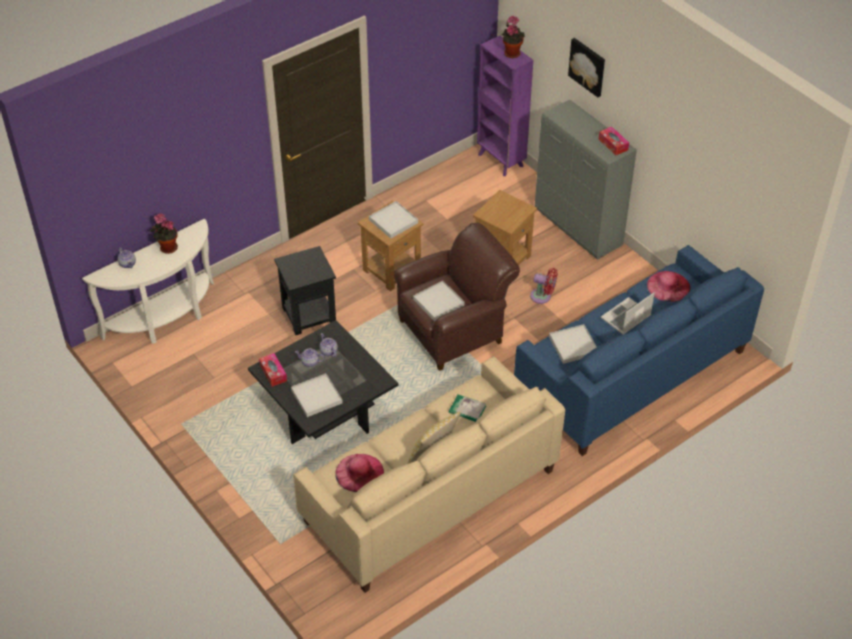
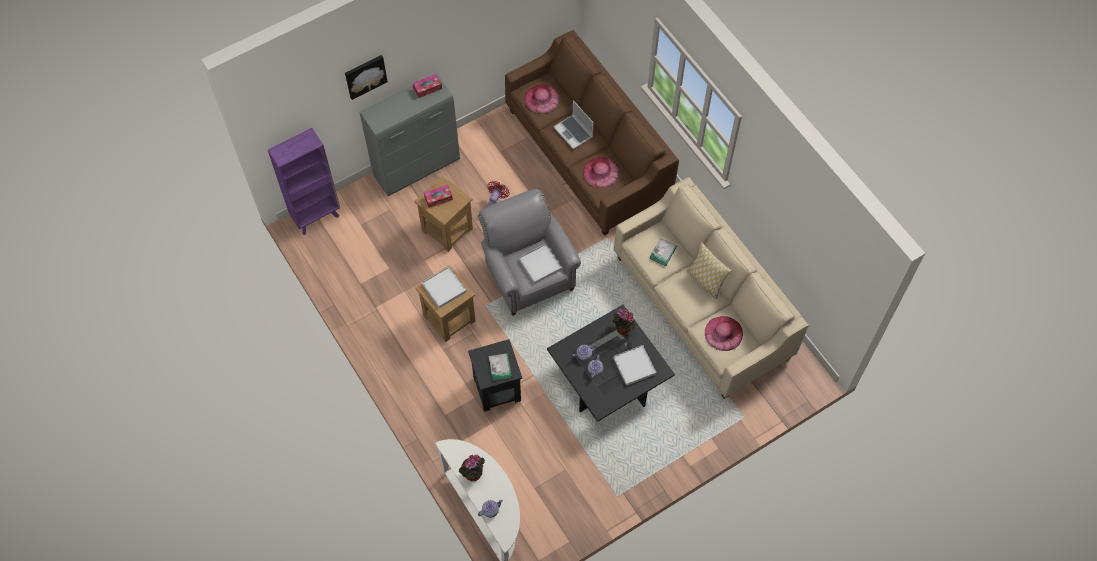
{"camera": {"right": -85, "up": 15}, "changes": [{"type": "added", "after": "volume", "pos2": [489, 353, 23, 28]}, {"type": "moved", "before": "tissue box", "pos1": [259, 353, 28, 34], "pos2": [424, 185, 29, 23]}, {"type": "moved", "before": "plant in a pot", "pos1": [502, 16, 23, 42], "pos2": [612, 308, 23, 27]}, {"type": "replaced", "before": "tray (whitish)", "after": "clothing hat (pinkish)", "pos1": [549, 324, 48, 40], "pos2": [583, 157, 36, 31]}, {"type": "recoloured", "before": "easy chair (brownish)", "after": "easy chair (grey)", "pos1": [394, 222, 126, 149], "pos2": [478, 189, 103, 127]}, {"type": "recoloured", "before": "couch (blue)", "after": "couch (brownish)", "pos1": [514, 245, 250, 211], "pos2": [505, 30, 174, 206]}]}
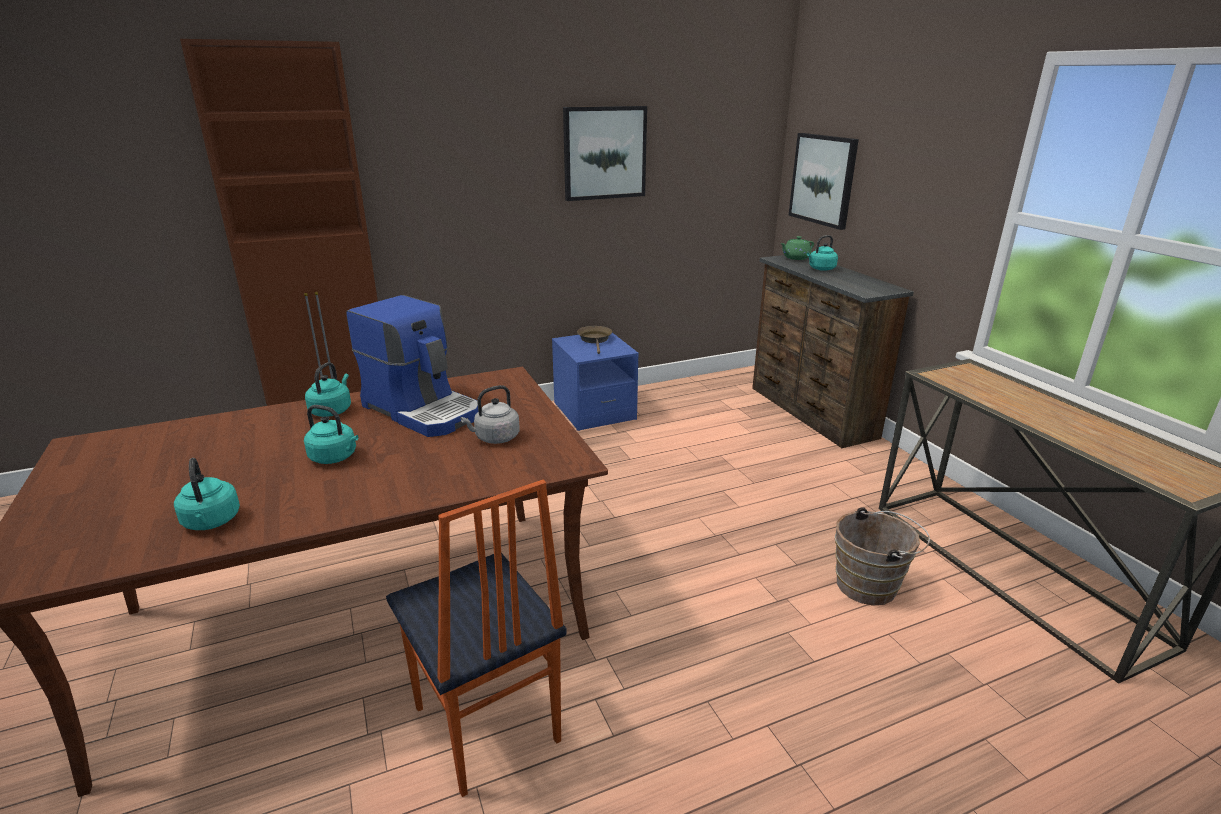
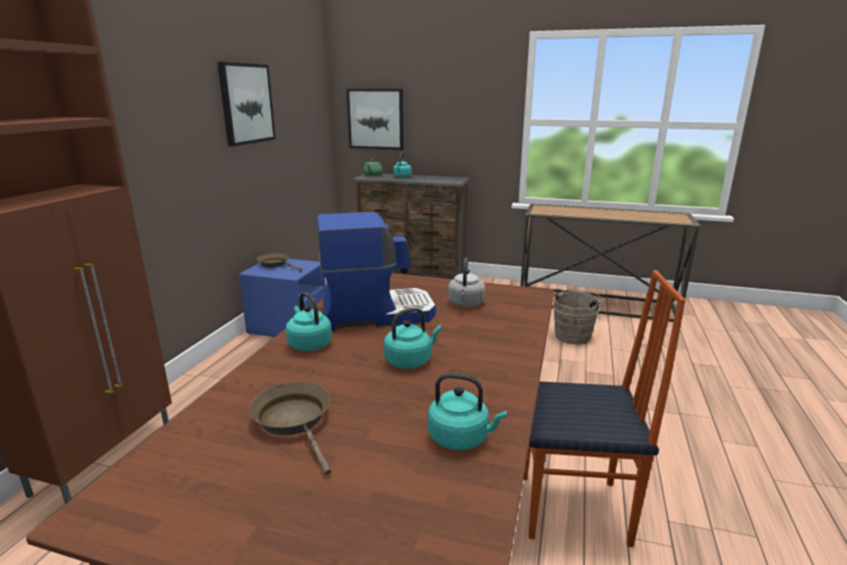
{"camera": {"right": -50, "up": -5}, "changes": [{"type": "added", "after": "skillet (brownish)", "pos2": [249, 382, 82, 93]}]}
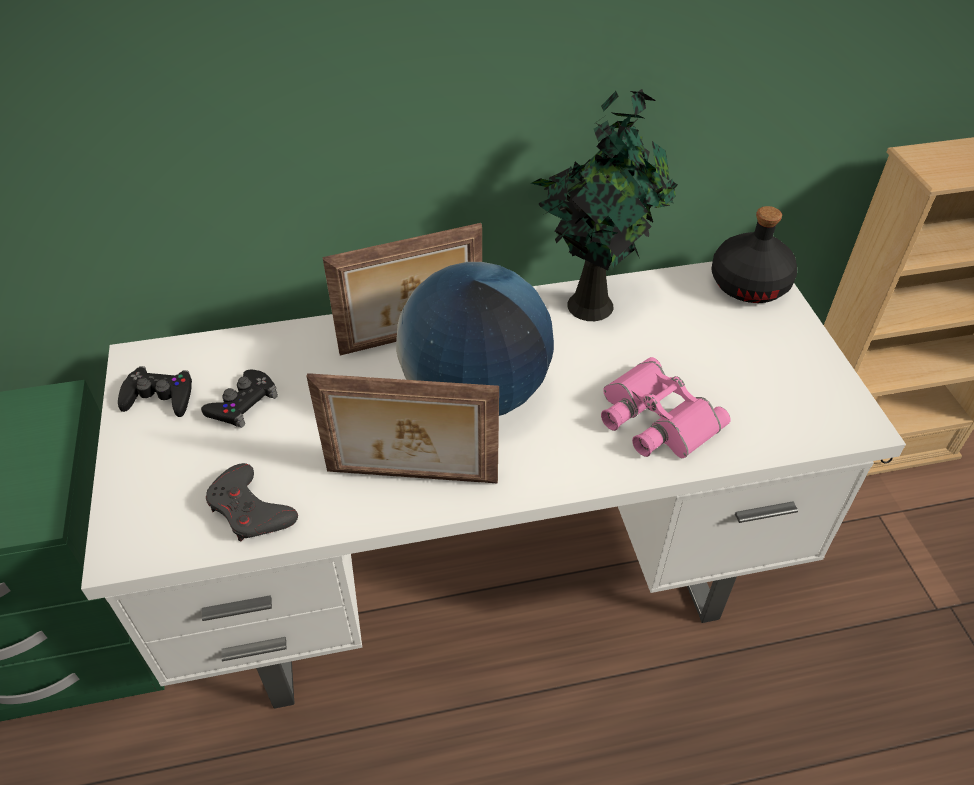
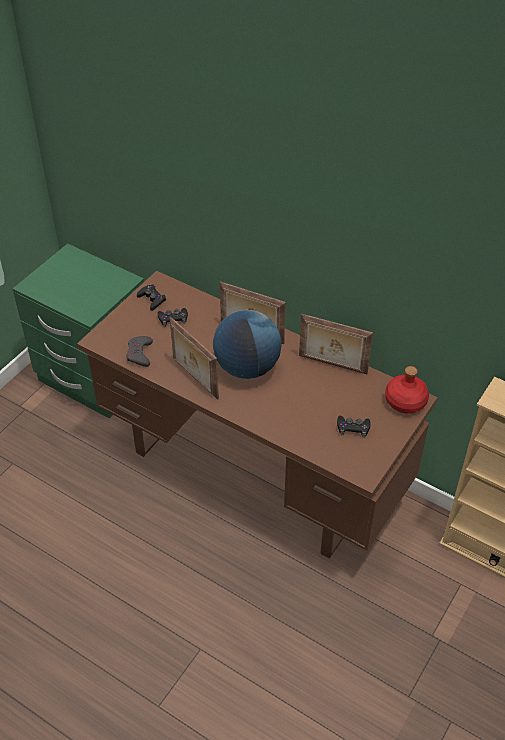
{"camera": {"right": 45, "up": 0}, "changes": [{"type": "removed", "before": "pair of binoculars (pinkish)", "pos1": [601, 357, 130, 101]}, {"type": "added", "after": "game controller (black)", "pos2": [337, 416, 34, 22]}, {"type": "replaced", "before": "plant in a pot", "after": "standing frame", "pos1": [531, 89, 147, 232], "pos2": [299, 314, 74, 60]}, {"type": "recoloured", "before": "desk unit (whitish)", "after": "desk unit (brownish)", "pos1": [81, 261, 825, 448], "pos2": [77, 271, 361, 288]}, {"type": "recoloured", "before": "beverage bottle (black)", "after": "beverage bottle (red-coloured)", "pos1": [711, 206, 86, 97], "pos2": [385, 366, 44, 48]}]}
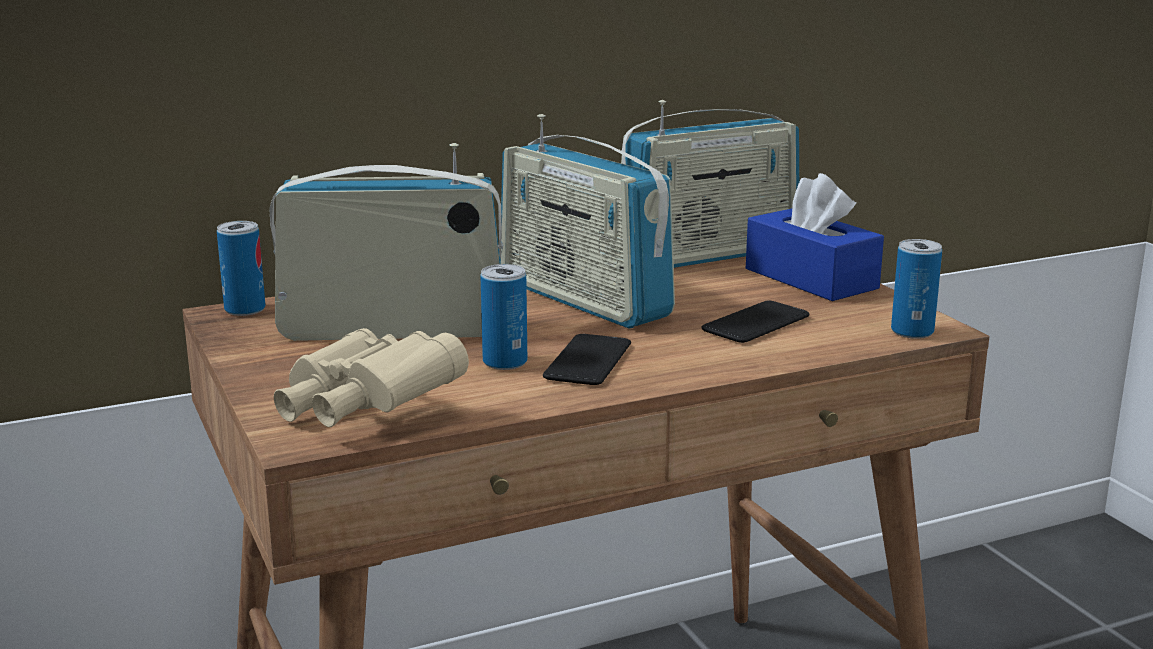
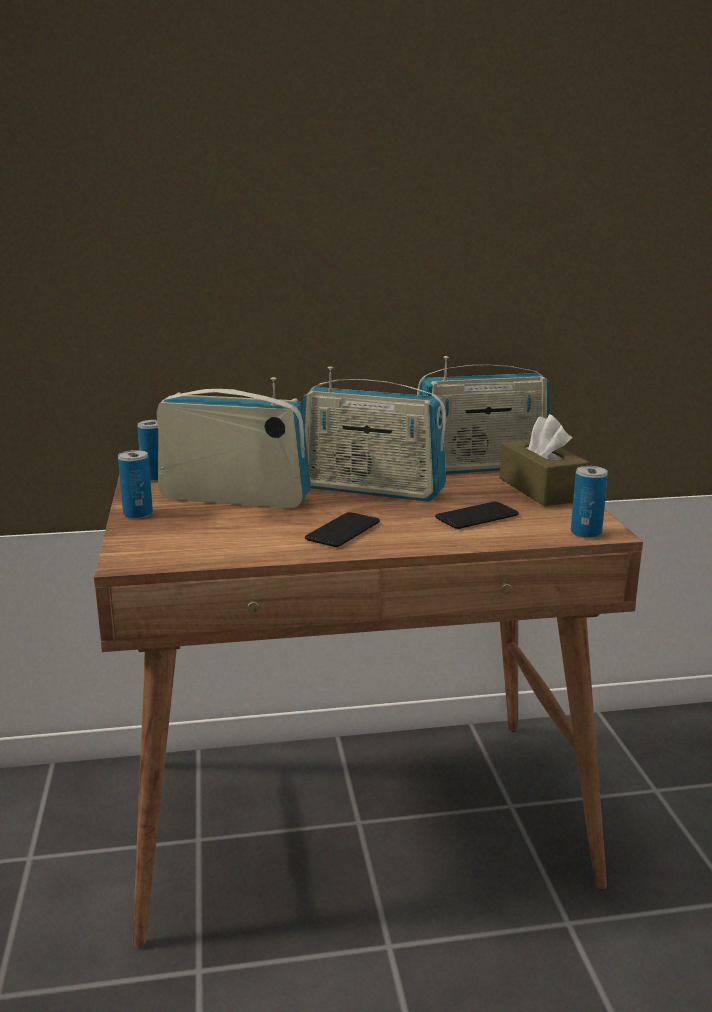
{"camera": {"right": 15, "up": 0}, "changes": [{"type": "removed", "before": "pair of binoculars (beige-coloured)", "pos1": [274, 328, 195, 99]}, {"type": "moved", "before": "metal can", "pos1": [480, 264, 47, 106], "pos2": [118, 450, 35, 69]}, {"type": "recoloured", "before": "tissue box (blue)", "after": "tissue box (brownish)", "pos1": [746, 173, 138, 128], "pos2": [500, 414, 90, 92]}, {"type": "turned", "before": "radio receiver", "pos1": [500, 114, 175, 214], "pos2": [303, 366, 143, 136], "turn": -45}]}
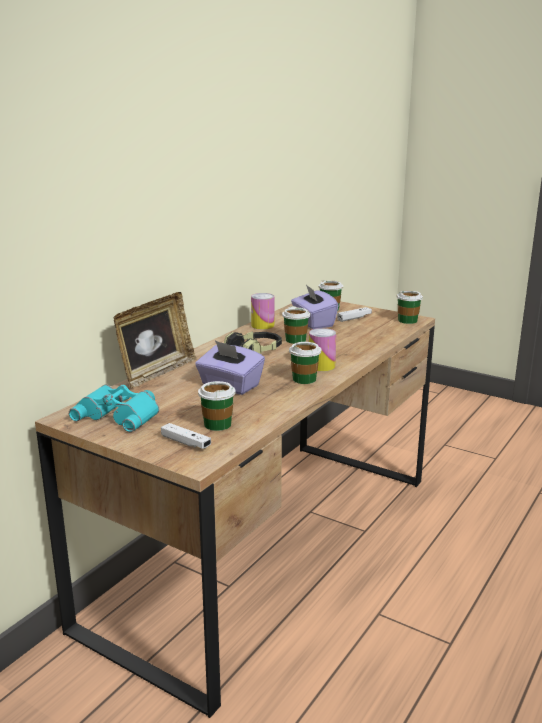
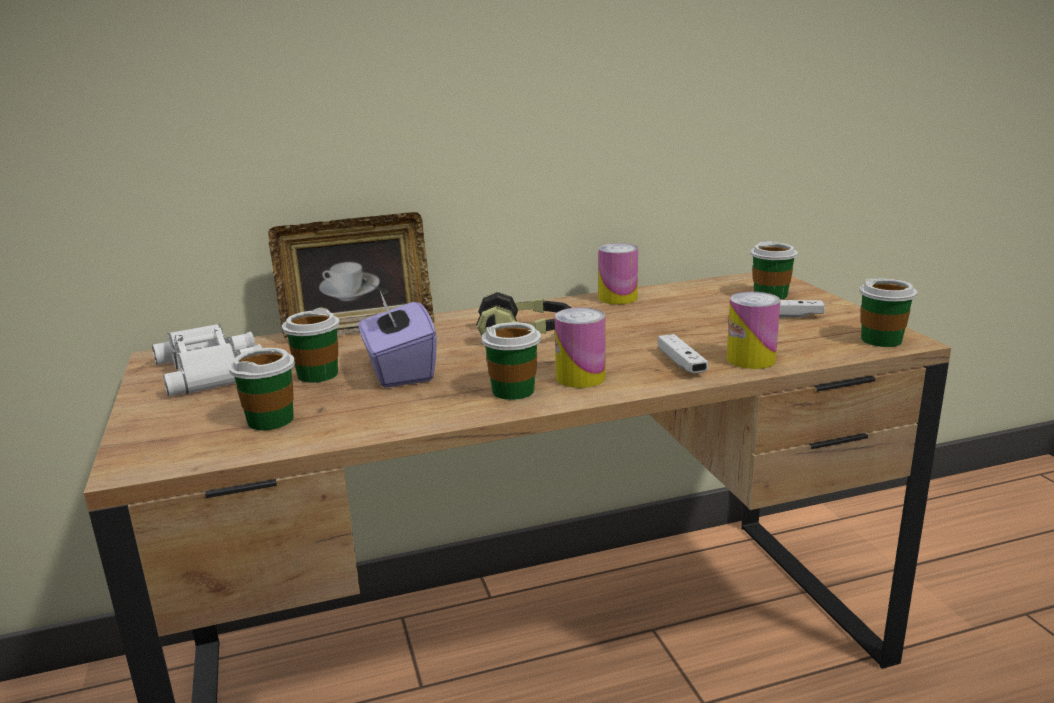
{"camera": {"right": 40, "up": 0}, "changes": [{"type": "removed", "before": "tissue box (purple-coloured)", "pos1": [291, 285, 48, 44]}, {"type": "added", "after": "metal can", "pos2": [726, 292, 54, 77]}, {"type": "moved", "before": "game controller (whitish)", "pos1": [161, 423, 50, 26], "pos2": [658, 334, 50, 39]}, {"type": "moved", "before": "small cup", "pos1": [282, 306, 28, 38], "pos2": [282, 307, 58, 76]}, {"type": "recoloured", "before": "pair of binoculars (turquoise-coloured)", "after": "pair of binoculars (whitish)", "pos1": [69, 385, 90, 47], "pos2": [152, 324, 110, 72]}]}
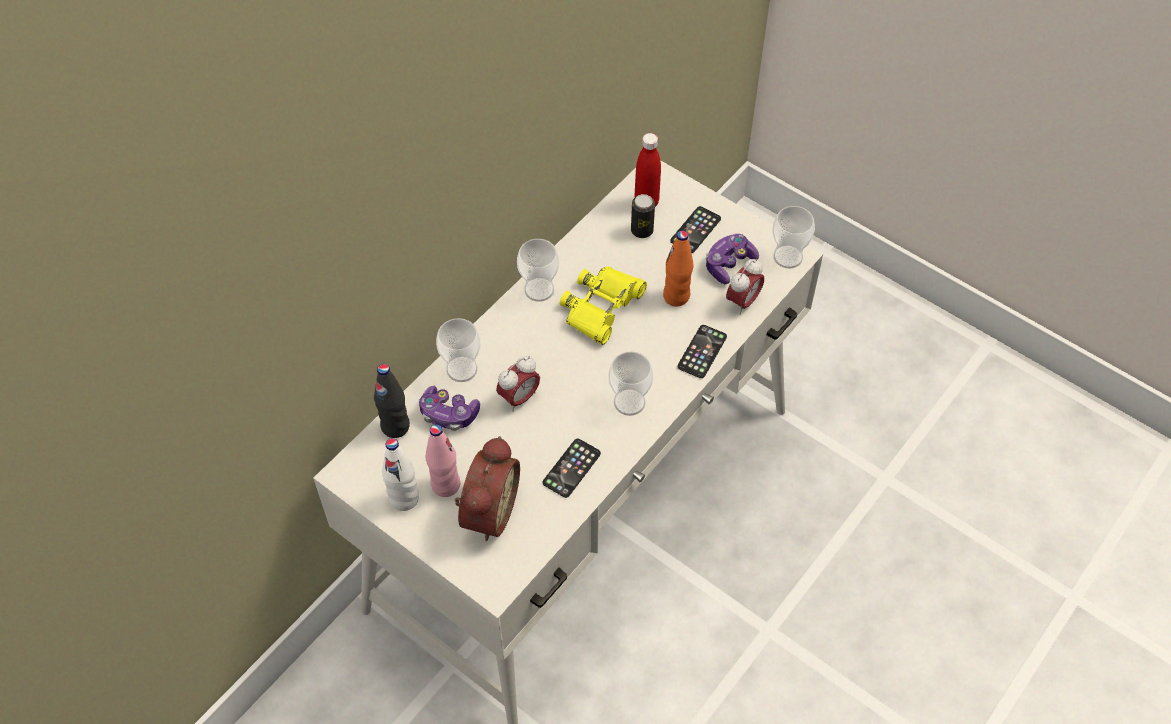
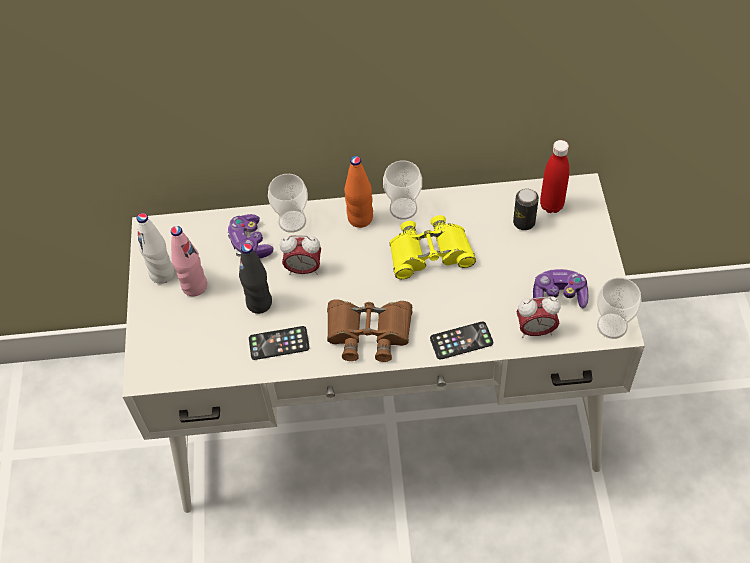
{"camera": {"right": 50, "up": 0}, "changes": [{"type": "removed", "before": "alarm clock", "pos1": [455, 436, 65, 105]}, {"type": "removed", "before": "phone", "pos1": [670, 206, 51, 47]}, {"type": "moved", "before": "beverage bottle (black)", "pos1": [374, 364, 36, 74], "pos2": [239, 243, 33, 71]}, {"type": "moved", "before": "beverage bottle (orange-coloured)", "pos1": [663, 230, 31, 77], "pos2": [345, 156, 28, 72]}, {"type": "replaced", "before": "small cup", "after": "pair of binoculars (brownish)", "pos1": [608, 351, 45, 65], "pos2": [327, 299, 86, 63]}]}
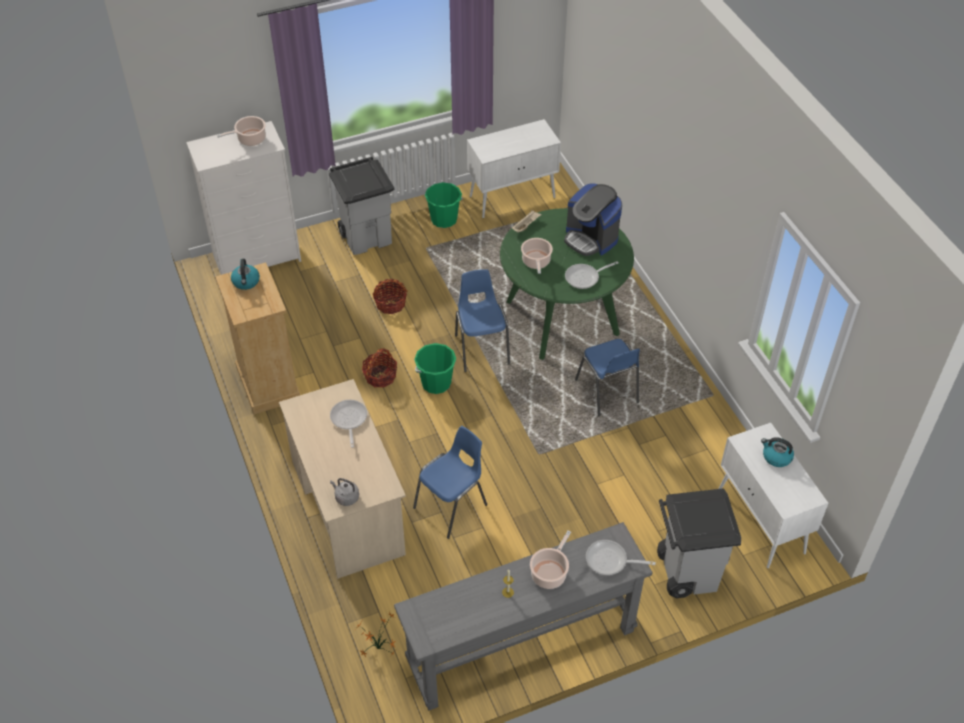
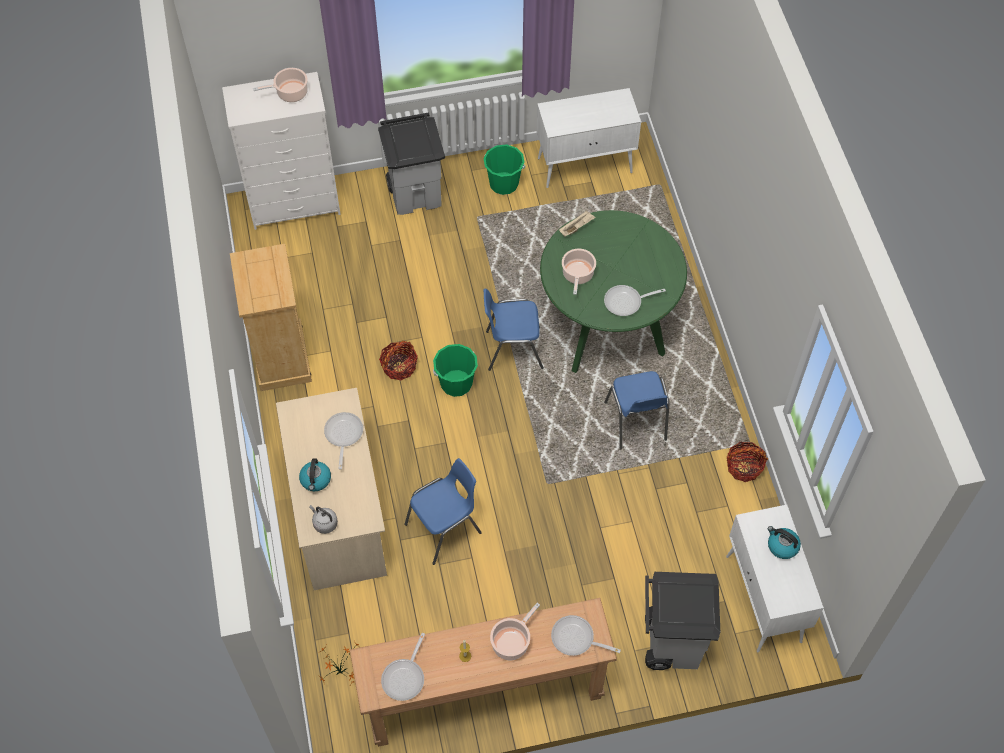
{"camera": {"right": 10, "up": 10}, "changes": [{"type": "removed", "before": "coffee machine", "pos1": [564, 184, 58, 72]}, {"type": "added", "after": "skillet", "pos2": [381, 633, 44, 68]}, {"type": "moved", "before": "kettle", "pos1": [231, 259, 29, 31], "pos2": [299, 458, 32, 33]}, {"type": "moved", "before": "basket", "pos1": [373, 279, 34, 35], "pos2": [727, 442, 41, 40]}, {"type": "recoloured", "before": "hall table (grey)", "after": "hall table (brownish)", "pos1": [394, 522, 259, 189], "pos2": [350, 598, 267, 149]}, {"type": "turned", "before": "upright chair (blue)", "pos1": [455, 269, 55, 103], "pos2": [484, 288, 60, 83], "turn": -90}]}
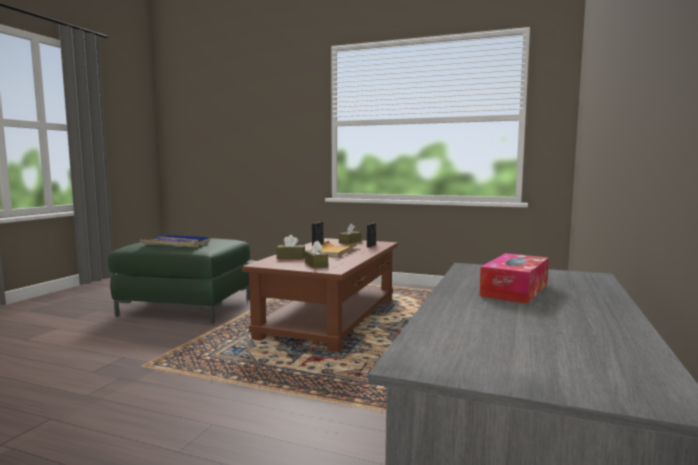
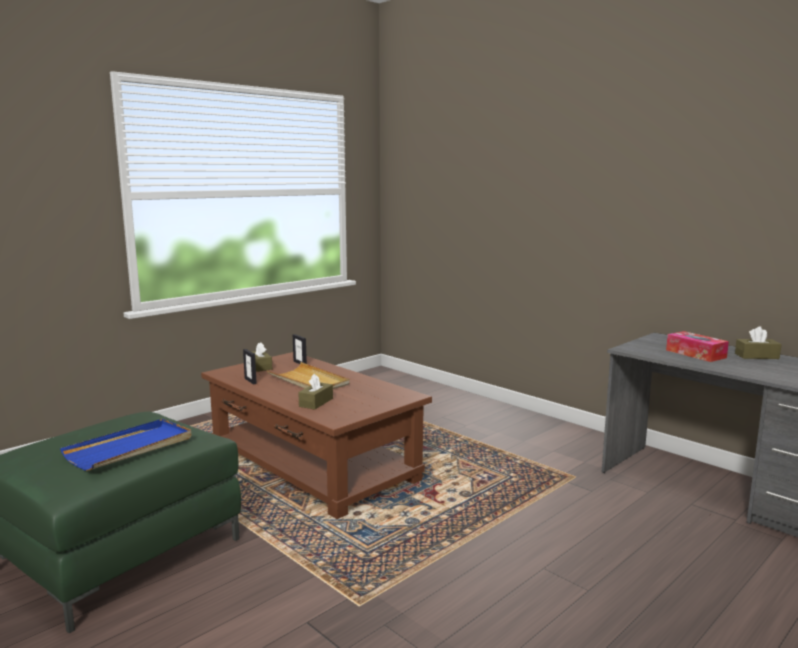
{"camera": {"right": -65, "up": 5}, "changes": [{"type": "moved", "before": "tissue box (brownish)", "pos1": [305, 240, 23, 28], "pos2": [735, 327, 47, 32]}]}
